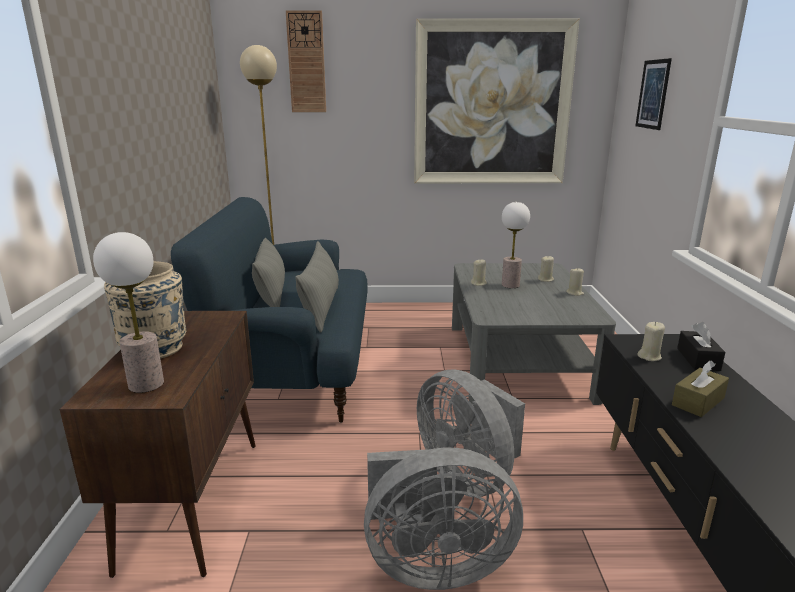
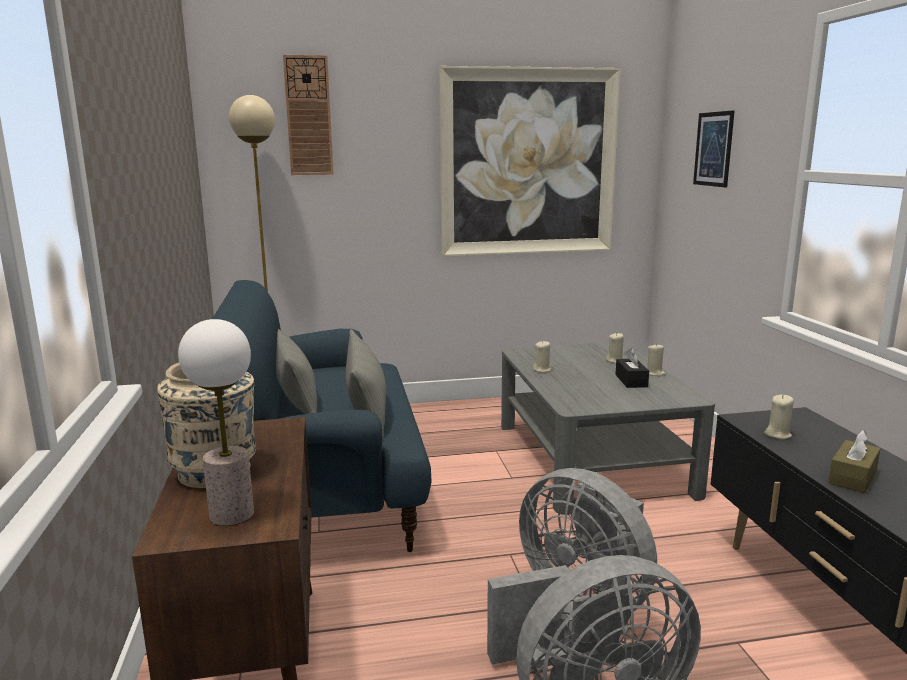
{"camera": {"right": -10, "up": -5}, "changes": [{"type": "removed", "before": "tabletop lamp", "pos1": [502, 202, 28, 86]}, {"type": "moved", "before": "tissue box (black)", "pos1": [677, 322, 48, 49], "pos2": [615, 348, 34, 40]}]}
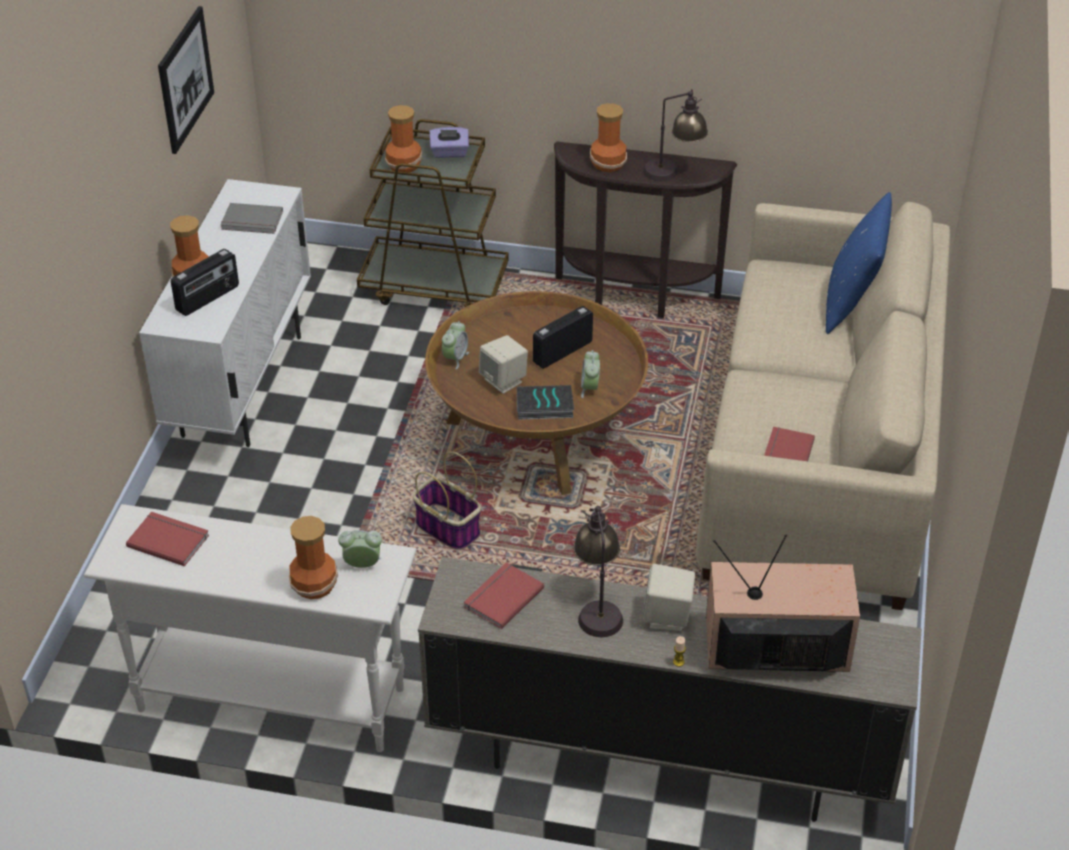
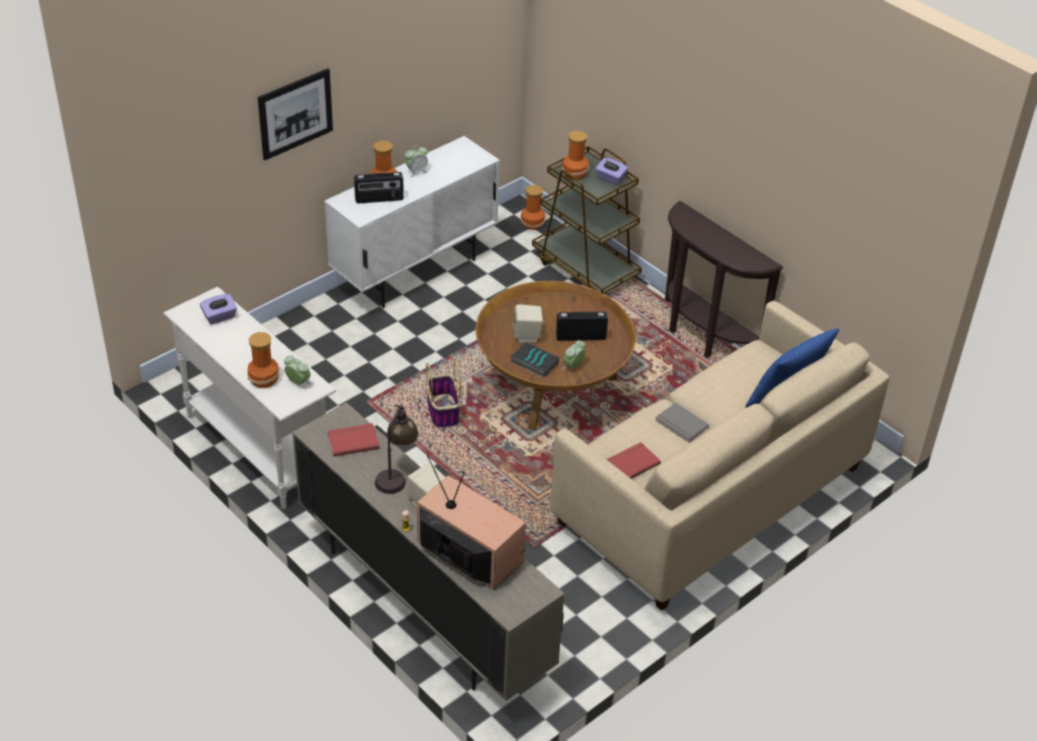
{"camera": {"right": 35, "up": 0}, "changes": [{"type": "removed", "before": "tabletop lamp", "pos1": [643, 89, 65, 92]}, {"type": "moved", "before": "wall picture", "pos1": [158, 6, 56, 148], "pos2": [258, 68, 75, 92]}, {"type": "moved", "before": "volume (grey)", "pos1": [220, 203, 63, 31], "pos2": [655, 403, 54, 39]}, {"type": "moved", "before": "alarm clock", "pos1": [442, 321, 27, 49], "pos2": [405, 145, 23, 32]}, {"type": "moved", "before": "decorative vase", "pos1": [590, 103, 37, 69], "pos2": [520, 185, 26, 45]}, {"type": "replaced", "before": "volume (red-coloured)", "after": "tissue box (purple-coloured)", "pos1": [126, 512, 83, 55], "pos2": [200, 294, 37, 30]}]}
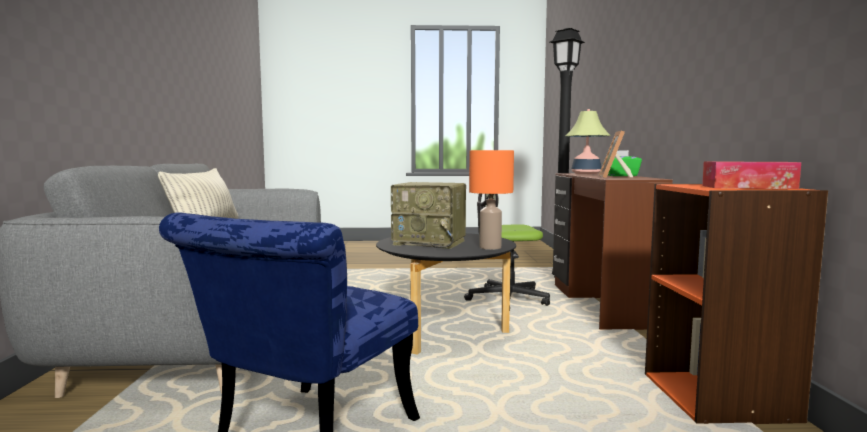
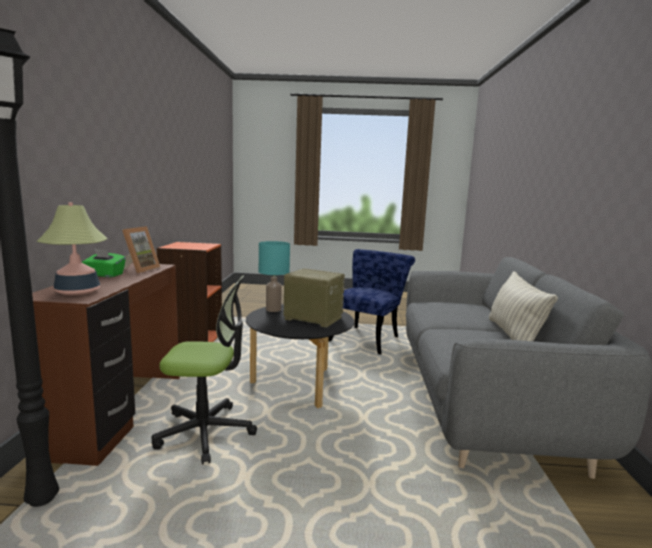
{"camera": {"right": -175, "up": 5}, "changes": [{"type": "removed", "before": "tissue box", "pos1": [702, 162, 99, 27]}, {"type": "recoloured", "before": "tabletop lamp (orange-coloured)", "after": "tabletop lamp (turquoise-coloured)", "pos1": [469, 150, 45, 100], "pos2": [259, 241, 31, 71]}]}
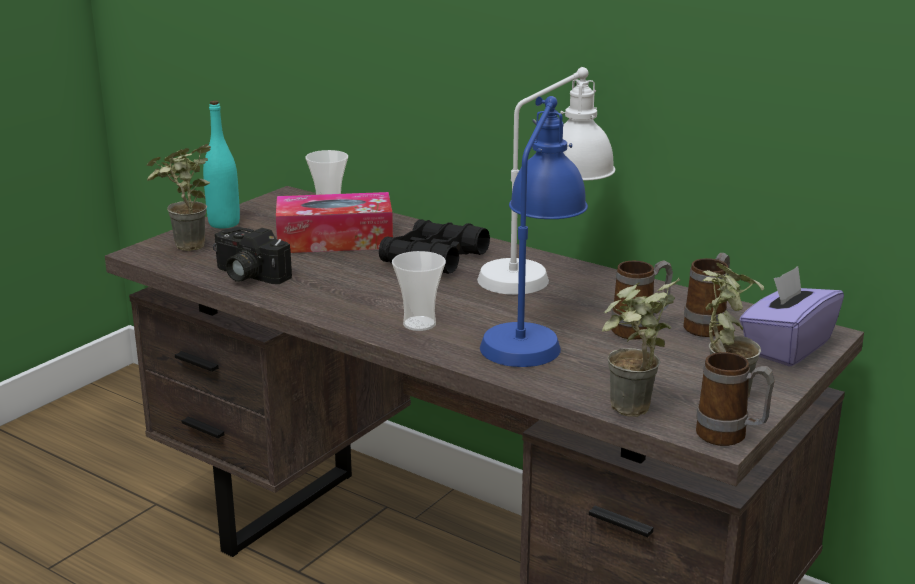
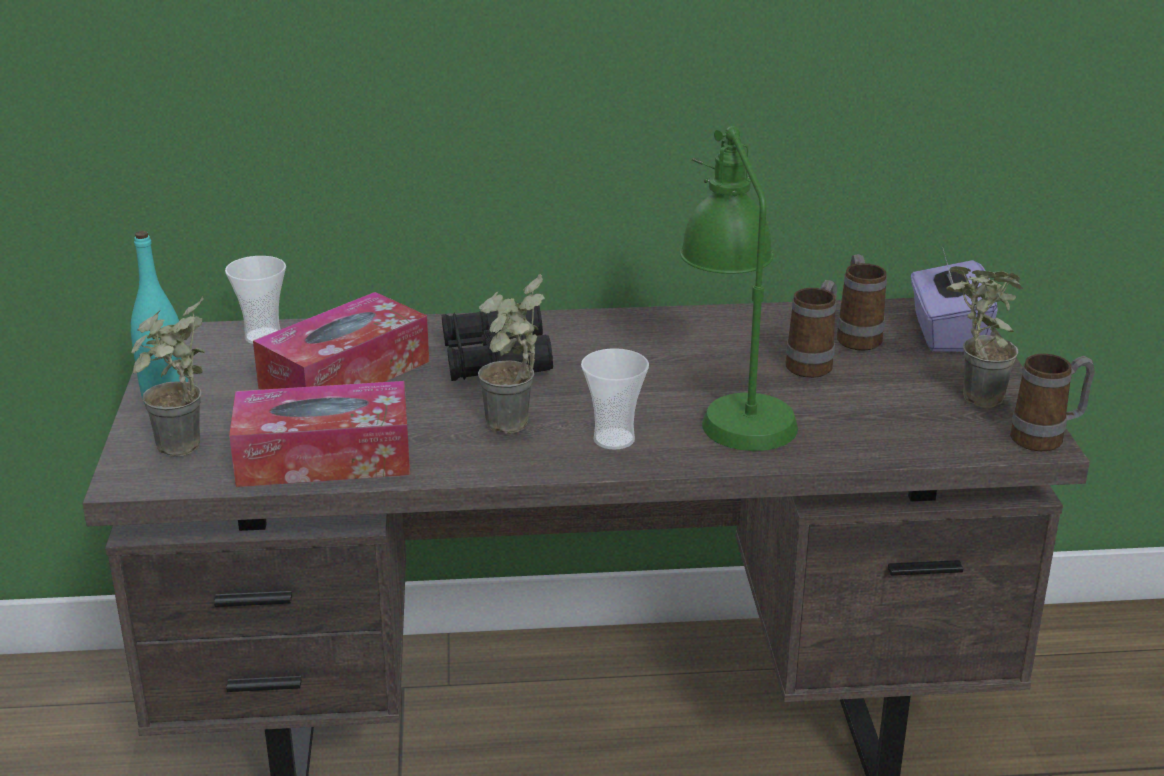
{"camera": {"right": -40, "up": 5}, "changes": [{"type": "removed", "before": "tabletop lamp (whitish)", "pos1": [477, 67, 138, 228]}, {"type": "moved", "before": "plant in a pot", "pos1": [602, 277, 78, 140], "pos2": [478, 274, 67, 159]}, {"type": "replaced", "before": "still camera", "after": "tissue box", "pos1": [213, 227, 79, 57], "pos2": [229, 381, 181, 106]}, {"type": "recoloured", "before": "tabletop lamp (blue)", "after": "tabletop lamp (greenish)", "pos1": [480, 96, 108, 271], "pos2": [680, 126, 118, 325]}]}
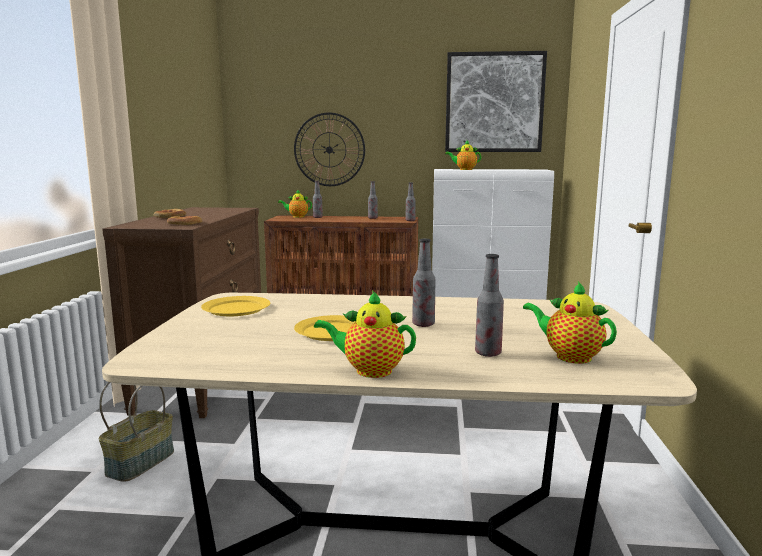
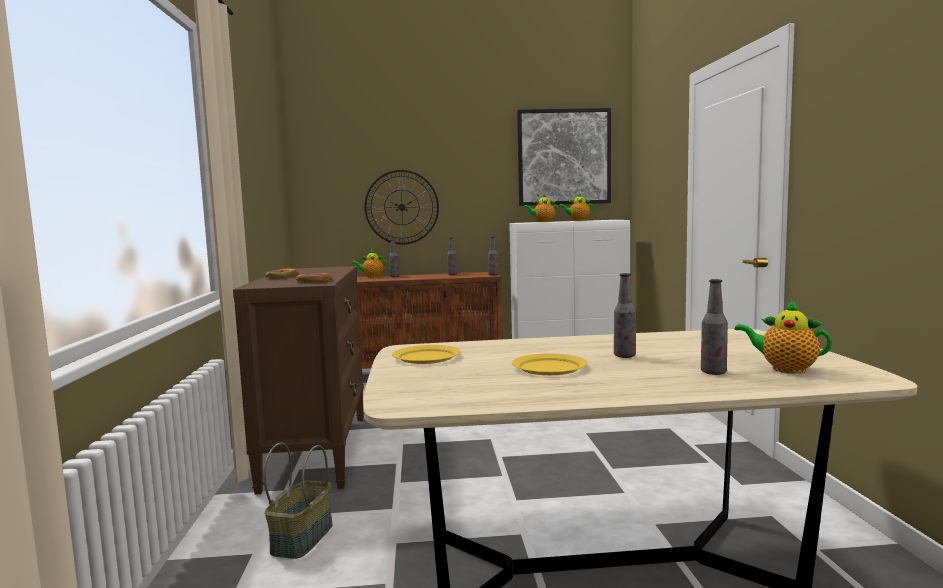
{"camera": {"right": -10, "up": -5}, "changes": [{"type": "moved", "before": "pot for tea", "pos1": [314, 290, 102, 88], "pos2": [559, 193, 35, 28]}]}
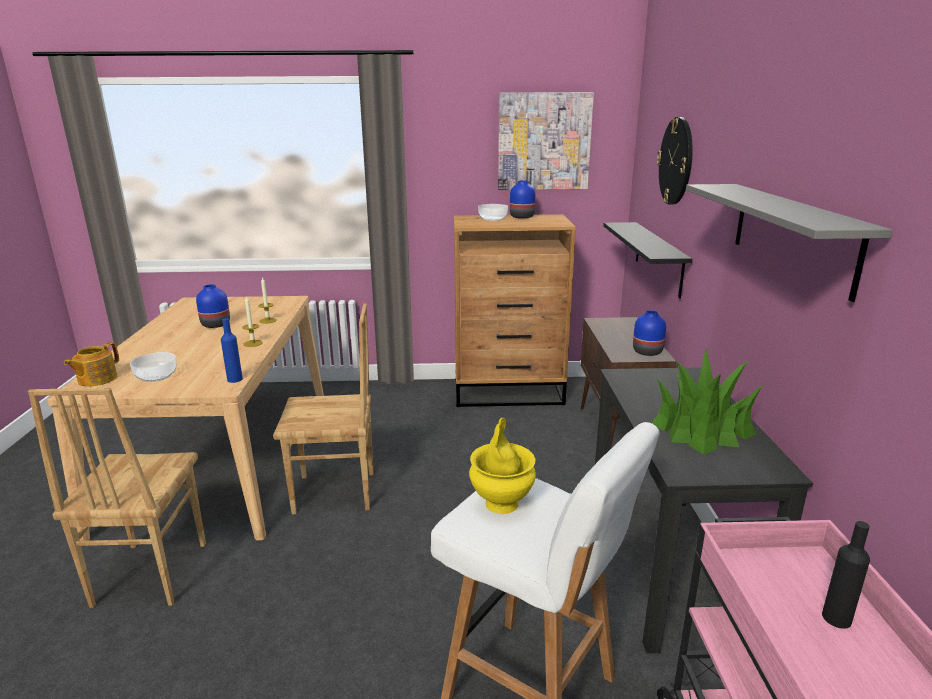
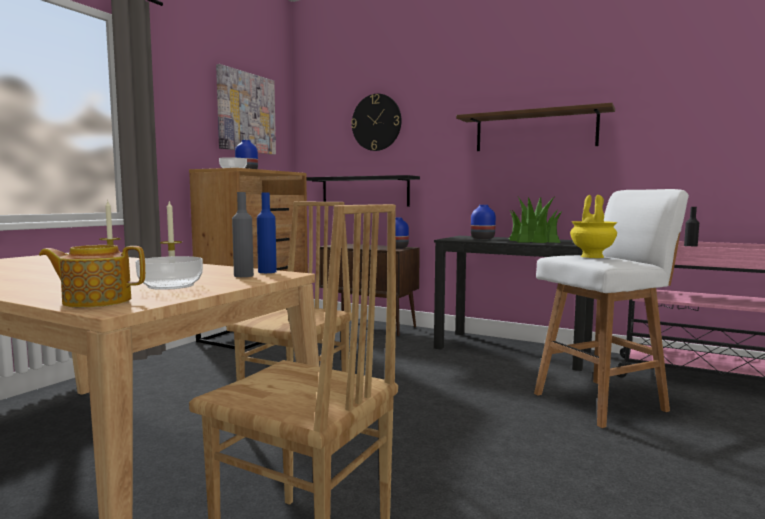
{"camera": {"right": -60, "up": -15}, "changes": [{"type": "added", "after": "beverage bottle (grey)", "pos2": [232, 192, 22, 85]}, {"type": "moved", "before": "decorative vase (blue)", "pos1": [196, 284, 34, 44], "pos2": [471, 205, 25, 34]}, {"type": "recoloured", "before": "bracket shelf (grey)", "after": "bracket shelf (brownish)", "pos1": [686, 184, 207, 118], "pos2": [456, 103, 159, 48]}, {"type": "turned", "before": "pot for tea", "pos1": [64, 342, 55, 44], "pos2": [39, 245, 106, 62], "turn": 120}]}
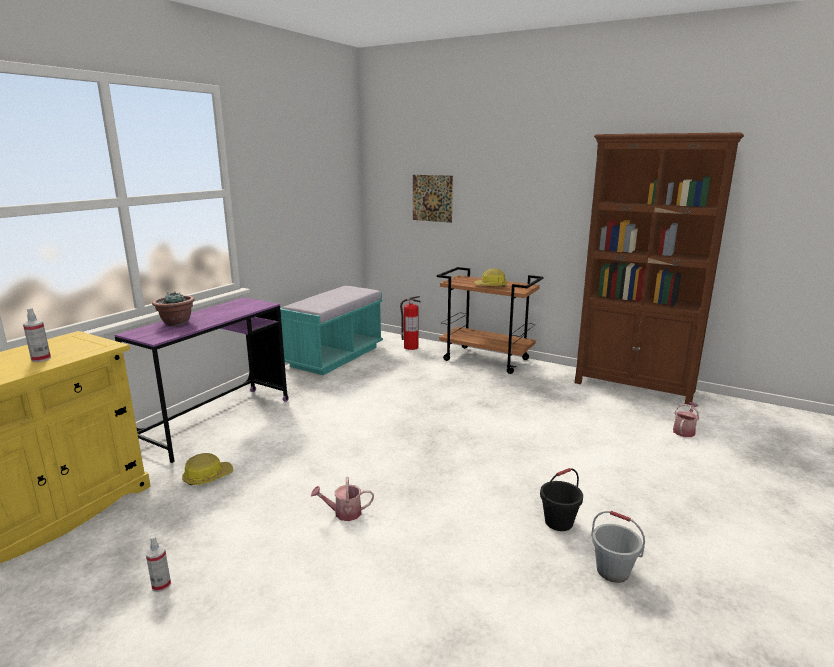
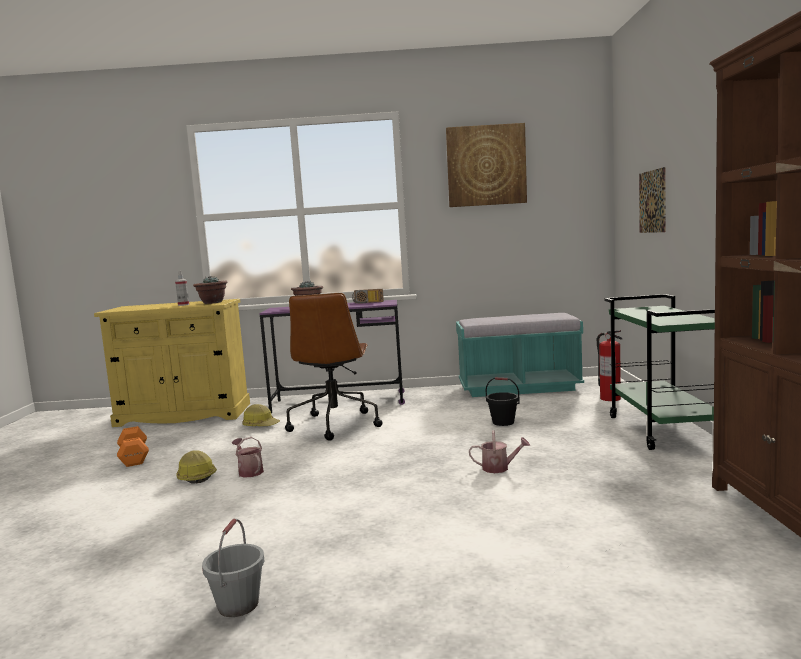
{"camera": {"right": 60, "up": -10}, "changes": [{"type": "added", "after": "plant in a pot", "pos2": [193, 276, 35, 28]}, {"type": "added", "after": "computer chair (brownish)", "pos2": [285, 293, 98, 147]}, {"type": "added", "after": "radio receiver", "pos2": [352, 289, 32, 14]}, {"type": "added", "after": "wall picture", "pos2": [446, 123, 81, 84]}, {"type": "moved", "before": "hard hat", "pos1": [474, 268, 33, 19], "pos2": [176, 450, 41, 34]}, {"type": "moved", "before": "bucket (black)", "pos1": [540, 468, 43, 63], "pos2": [486, 377, 34, 49]}, {"type": "moved", "before": "sprinkling can", "pos1": [673, 402, 26, 35], "pos2": [469, 430, 61, 43]}, {"type": "replaced", "before": "hand sprayer", "after": "hand weight (orange-coloured)", "pos1": [145, 535, 26, 57], "pos2": [117, 426, 32, 41]}, {"type": "recoloured", "before": "trolley (brownish)", "after": "trolley (greenish)", "pos1": [437, 267, 106, 107], "pos2": [604, 294, 111, 156]}]}
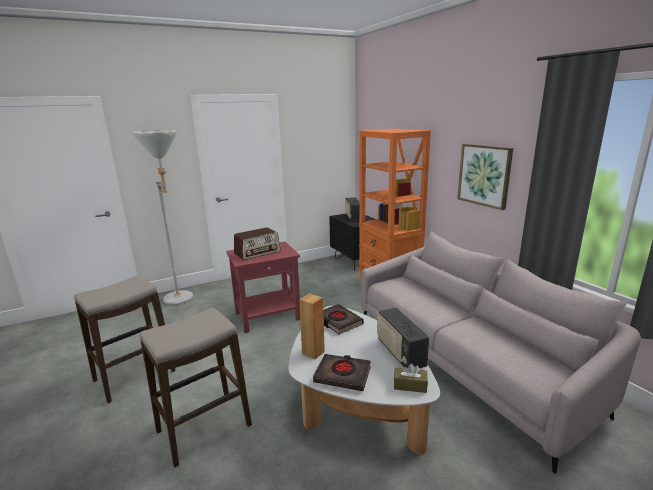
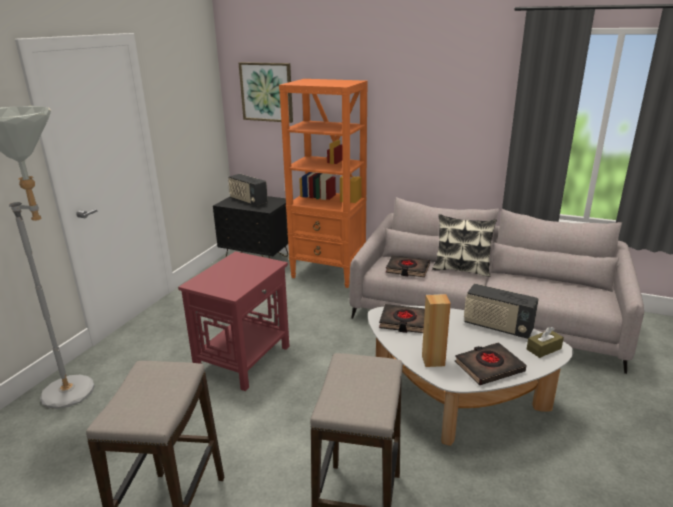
{"camera": {"right": -40, "up": 5}, "changes": [{"type": "removed", "before": "radio receiver", "pos1": [234, 227, 47, 33]}, {"type": "added", "after": "volume (black)", "pos2": [386, 255, 44, 22]}, {"type": "added", "after": "cushion", "pos2": [432, 214, 65, 63]}, {"type": "moved", "before": "wall picture", "pos1": [457, 144, 56, 66], "pos2": [239, 62, 54, 61]}]}
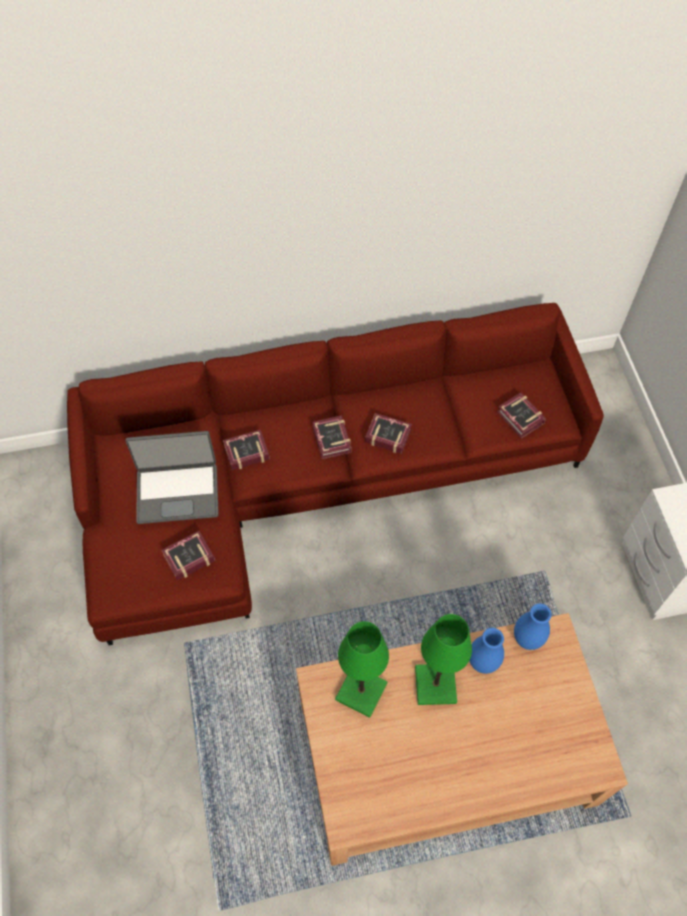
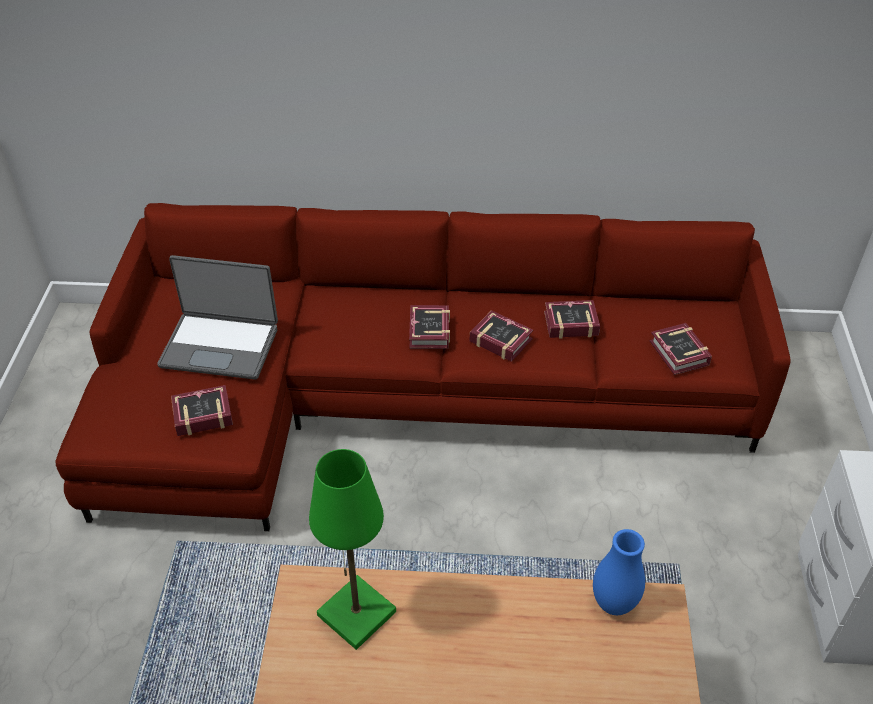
{"camera": {"right": 15, "up": -15}, "changes": [{"type": "removed", "before": "tabletop lamp (greenish)", "pos1": [415, 614, 57, 91]}, {"type": "removed", "before": "decorative vase (blue)", "pos1": [469, 628, 35, 46]}, {"type": "moved", "before": "volume", "pos1": [223, 430, 47, 40], "pos2": [544, 300, 56, 39]}]}
